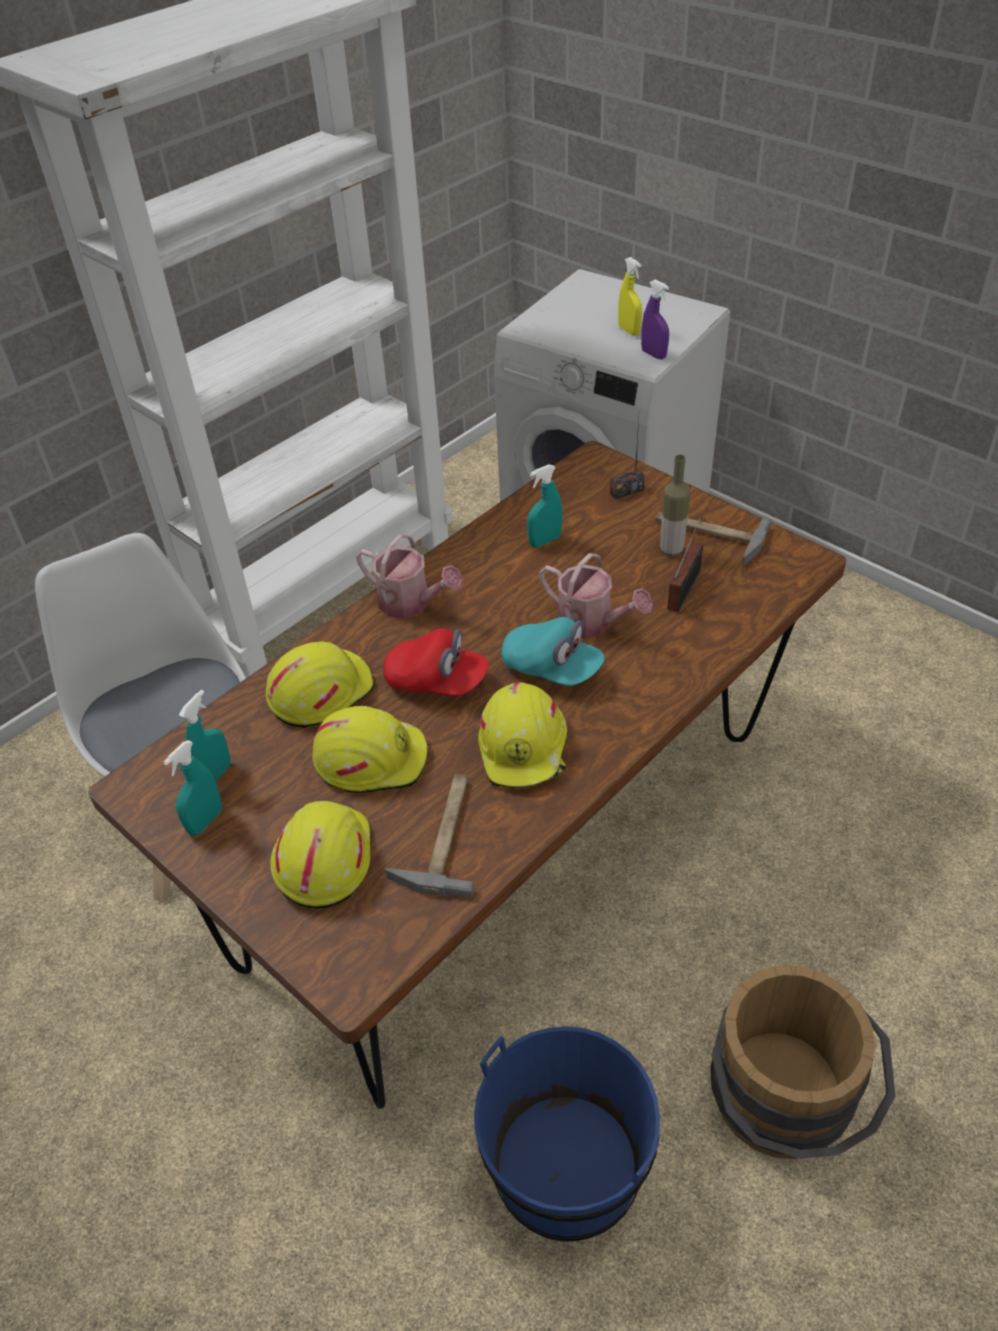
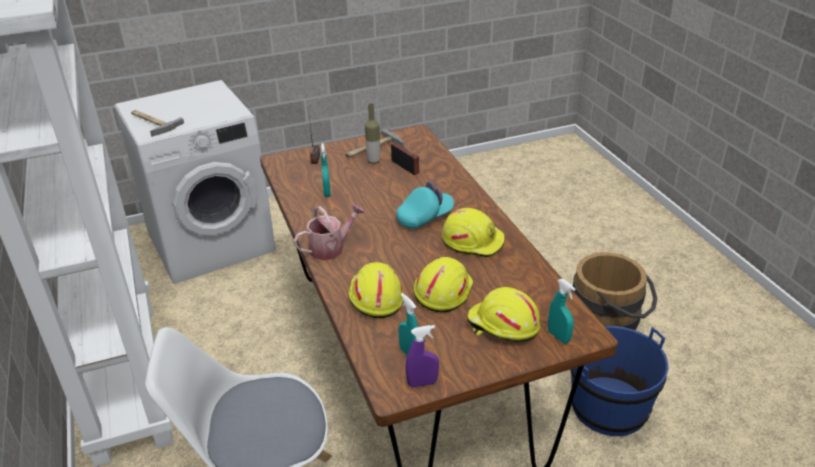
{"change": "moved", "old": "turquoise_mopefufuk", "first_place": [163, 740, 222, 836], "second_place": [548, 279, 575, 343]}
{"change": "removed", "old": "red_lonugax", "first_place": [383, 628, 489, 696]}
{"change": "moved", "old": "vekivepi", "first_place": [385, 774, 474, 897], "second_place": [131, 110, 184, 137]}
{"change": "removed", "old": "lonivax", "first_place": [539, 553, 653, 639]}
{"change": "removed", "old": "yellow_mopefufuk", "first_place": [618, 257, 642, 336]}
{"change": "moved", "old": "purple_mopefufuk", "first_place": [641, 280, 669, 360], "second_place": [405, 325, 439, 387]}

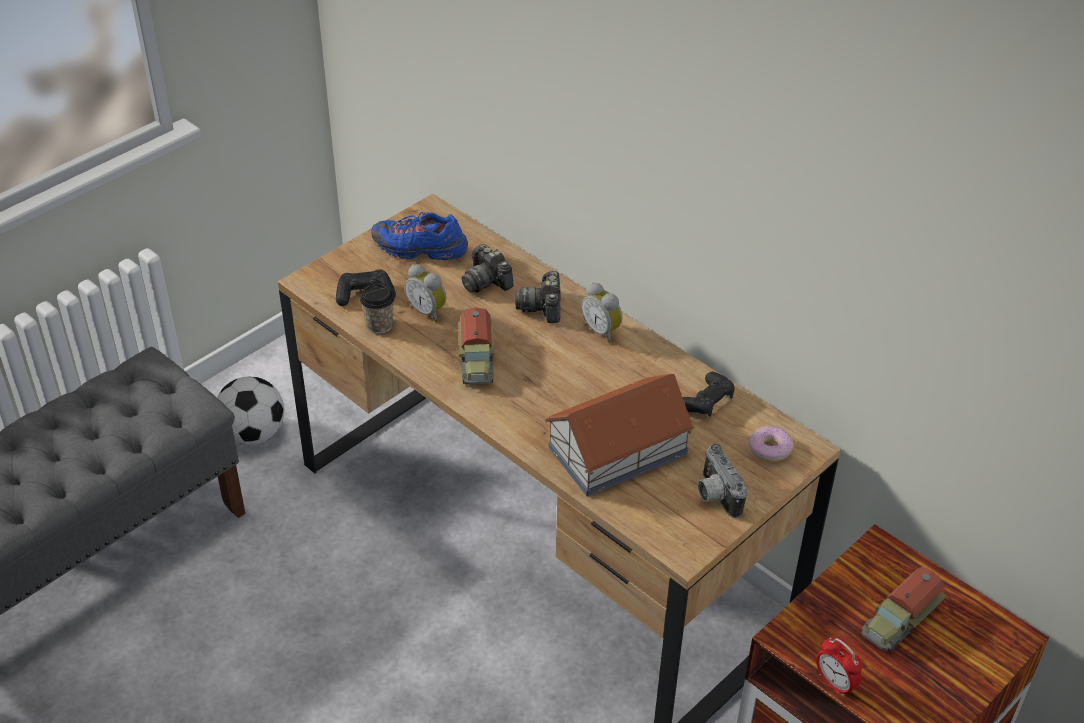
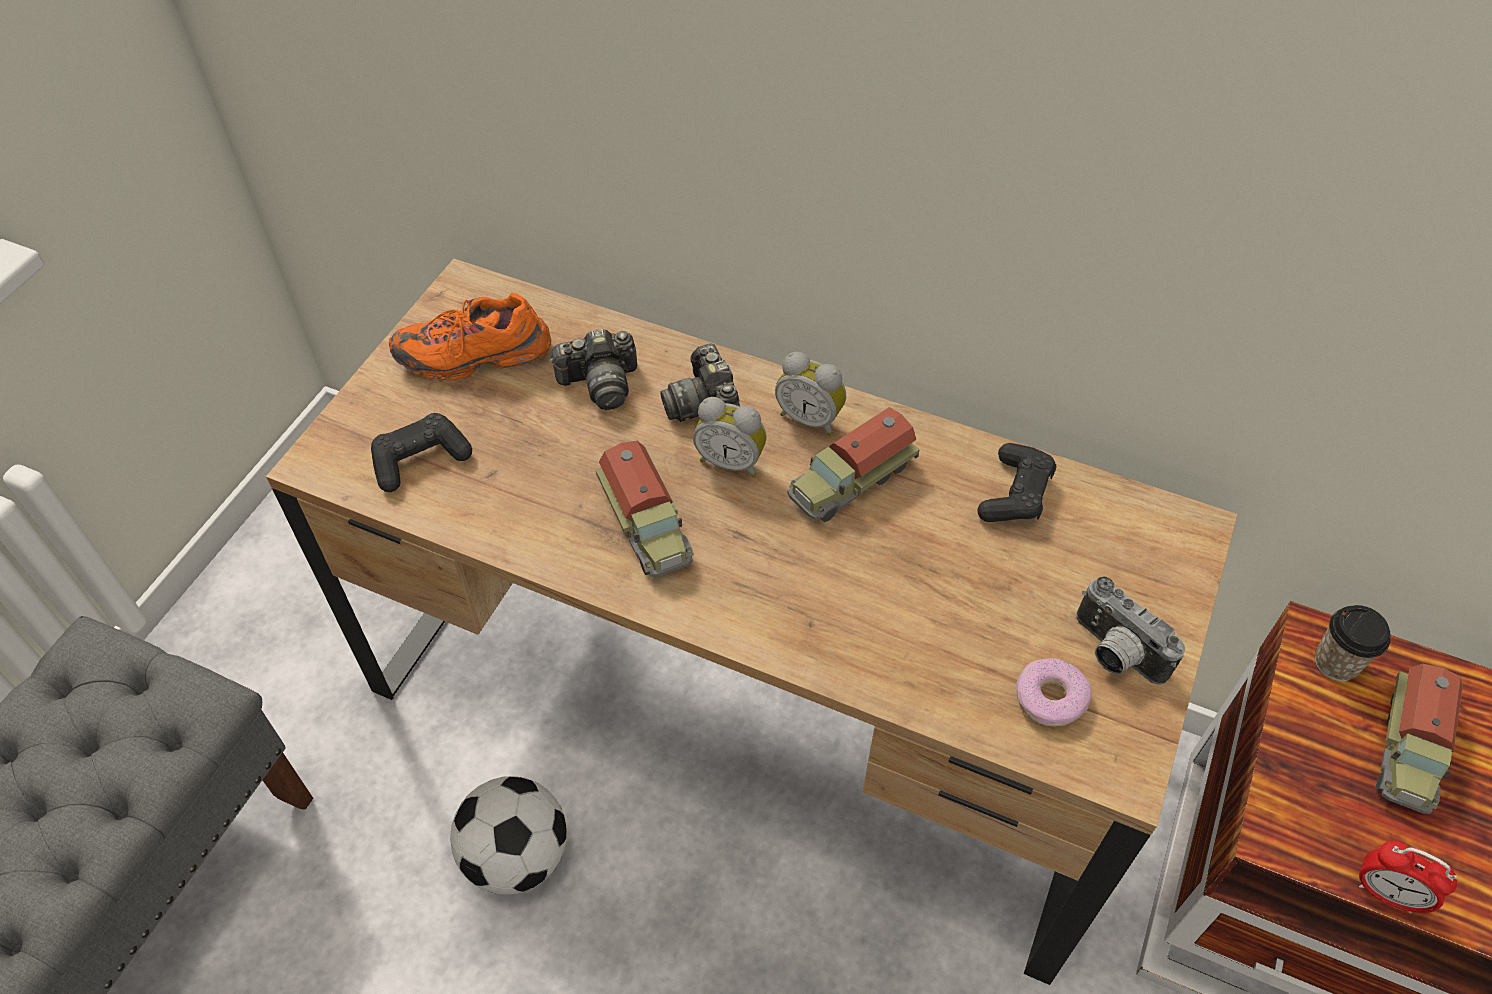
{"change": "moved", "old": "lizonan", "first_place": [217, 376, 284, 445], "second_place": [450, 776, 567, 895]}
{"change": "moved", "old": "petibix", "first_place": [360, 283, 395, 334], "second_place": [1315, 605, 1391, 681]}
{"change": "recoloured", "old": "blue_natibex", "new": "orange_natibex", "first_place": [371, 212, 468, 260], "second_place": [389, 293, 551, 382]}
{"change": "moved", "old": "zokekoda", "first_place": [404, 264, 446, 322], "second_place": [693, 397, 767, 477]}
{"change": "turned", "old": "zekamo", "first_place": [462, 244, 514, 293], "second_place": [550, 329, 637, 410], "degrees": -45}
{"change": "removed", "old": "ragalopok", "first_place": [544, 374, 695, 496]}
{"change": "moved", "old": "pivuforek", "first_place": [749, 426, 794, 462], "second_place": [1016, 658, 1092, 727]}
{"change": "added", "new": "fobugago", "second_place": [787, 407, 919, 522]}

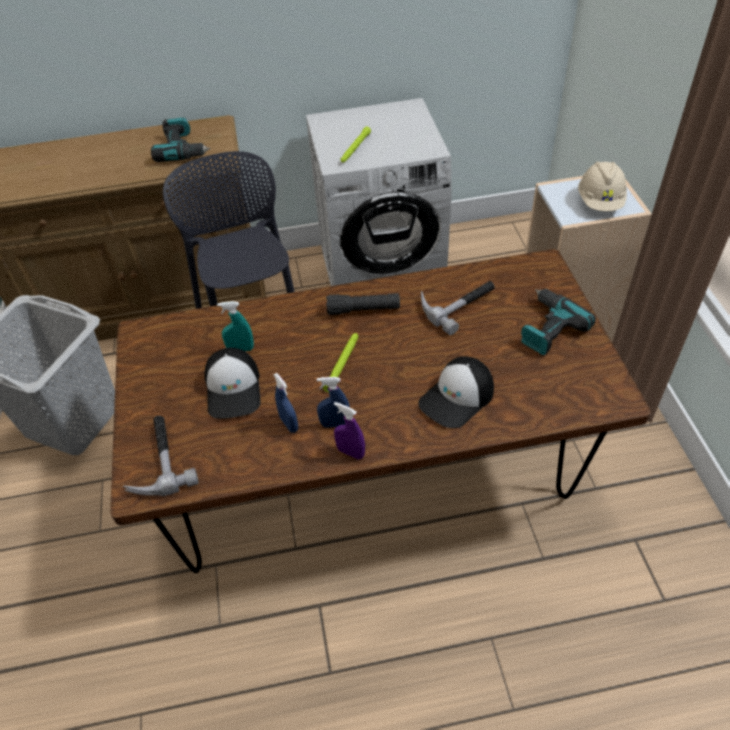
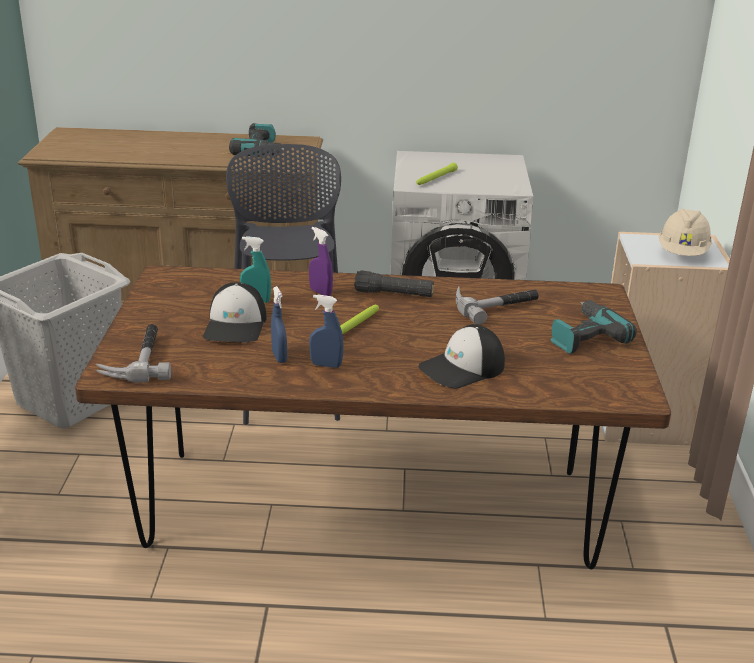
{"change": "moved", "old": "purple_mopefufuk", "first_place": [334, 402, 365, 460], "second_place": [309, 227, 333, 296]}

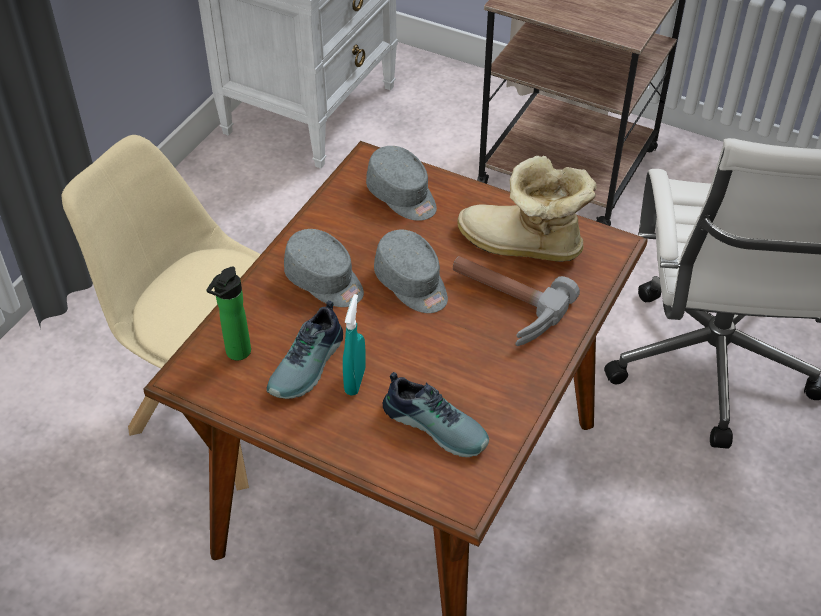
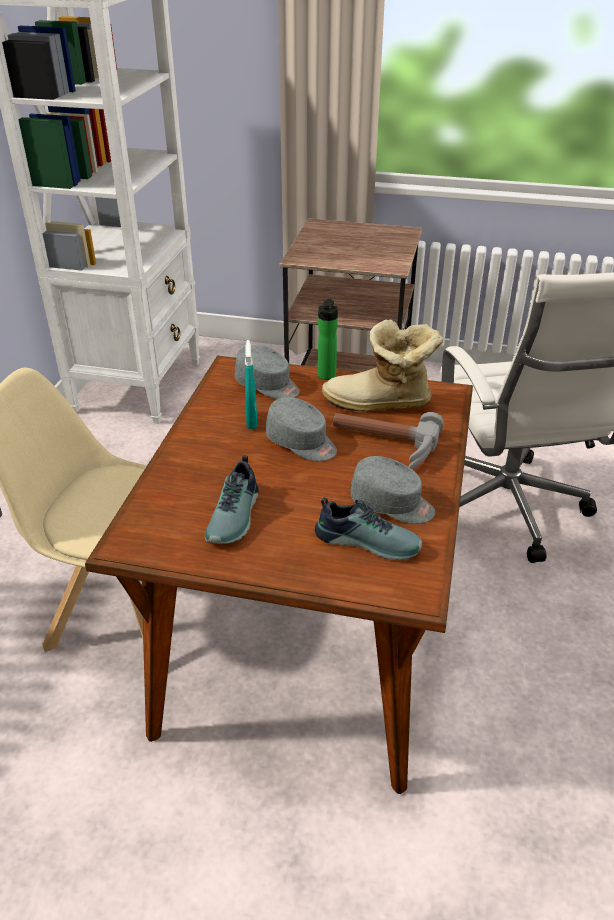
{"change": "moved", "old": "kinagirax", "first_place": [207, 266, 251, 361], "second_place": [318, 299, 338, 380]}
{"change": "moved", "old": "grey_lonugax", "first_place": [284, 229, 364, 307], "second_place": [350, 456, 435, 524]}
{"change": "moved", "old": "turquoise_mopefufuk", "first_place": [343, 294, 366, 396], "second_place": [245, 340, 257, 429]}

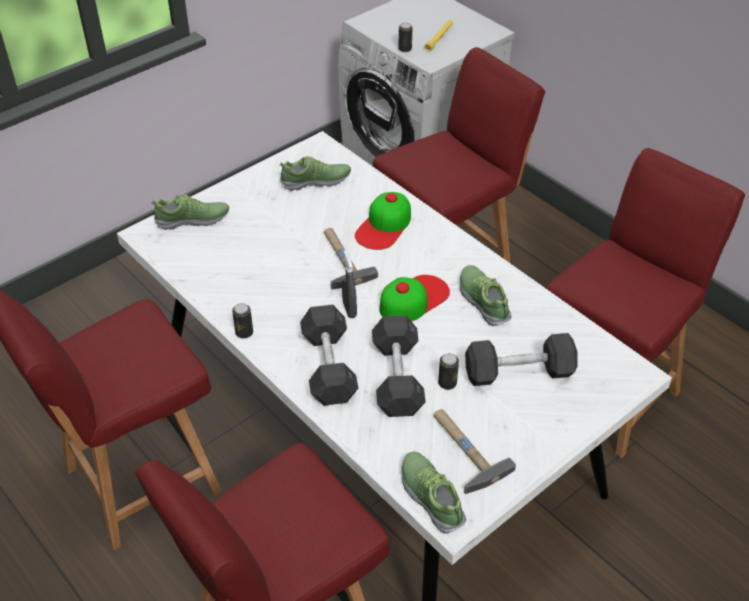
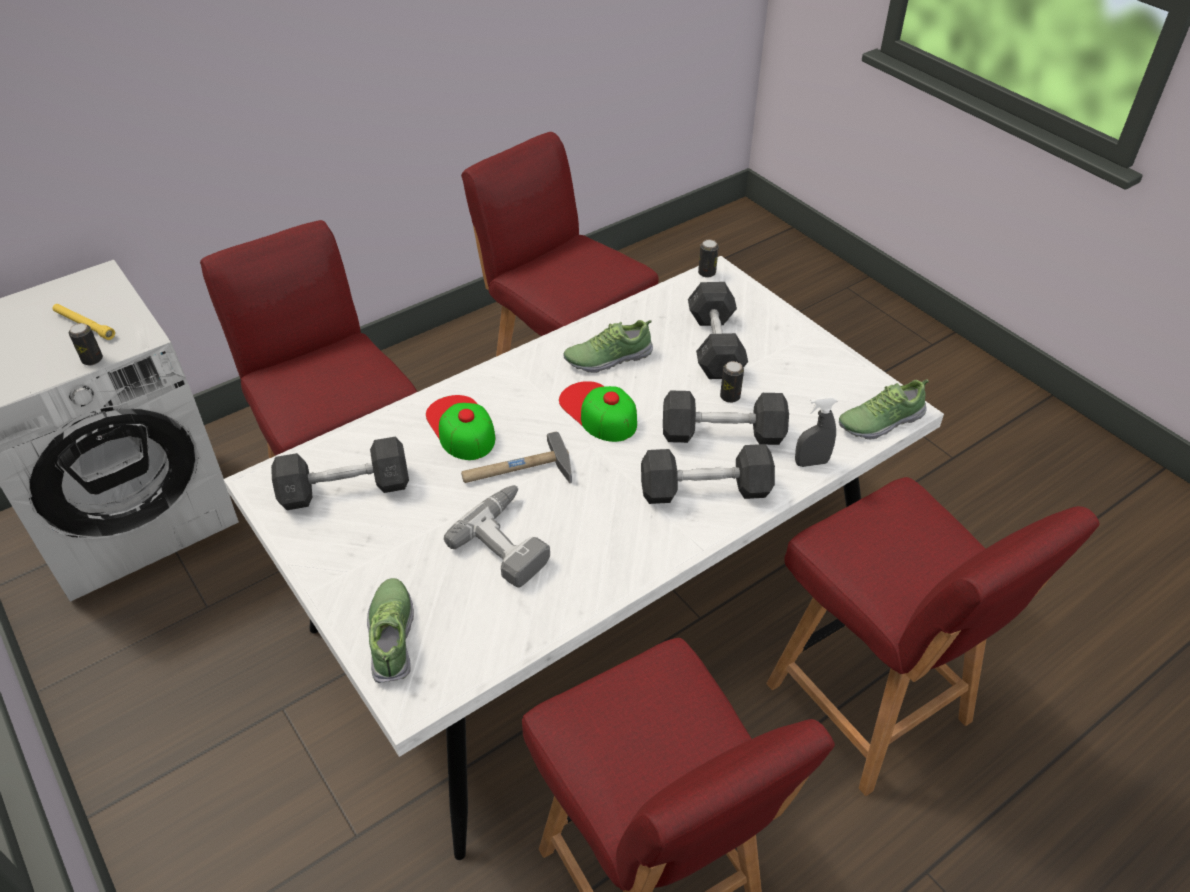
{"change": "moved", "old": "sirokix", "first_place": [232, 303, 253, 339], "second_place": [698, 240, 719, 278]}
{"change": "replaced", "old": "natibex", "new": "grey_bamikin", "first_place": [280, 156, 351, 191], "second_place": [271, 437, 409, 510]}
{"change": "moved", "old": "grey_mopefufuk", "first_place": [342, 250, 357, 318], "second_place": [795, 396, 838, 467]}
{"change": "turned", "old": "lonugax", "first_place": [355, 192, 411, 250], "second_place": [426, 395, 496, 460], "degrees": -150}
{"change": "removed", "old": "vekivepi", "first_place": [434, 409, 516, 494]}
{"change": "added", "new": "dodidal", "second_place": [444, 485, 550, 588]}

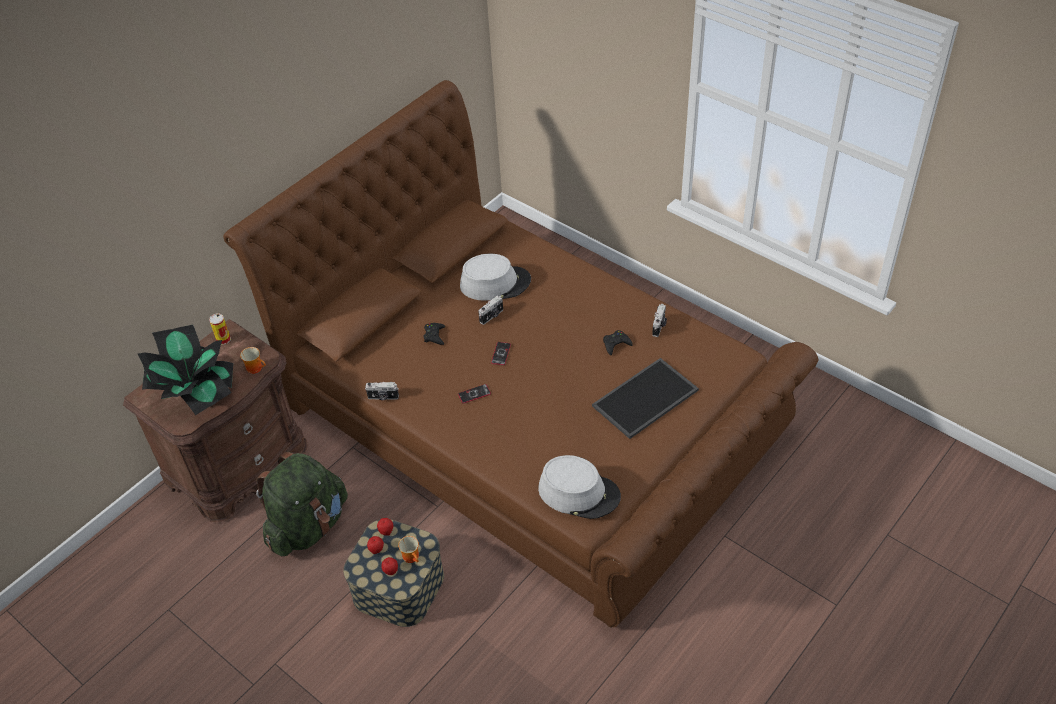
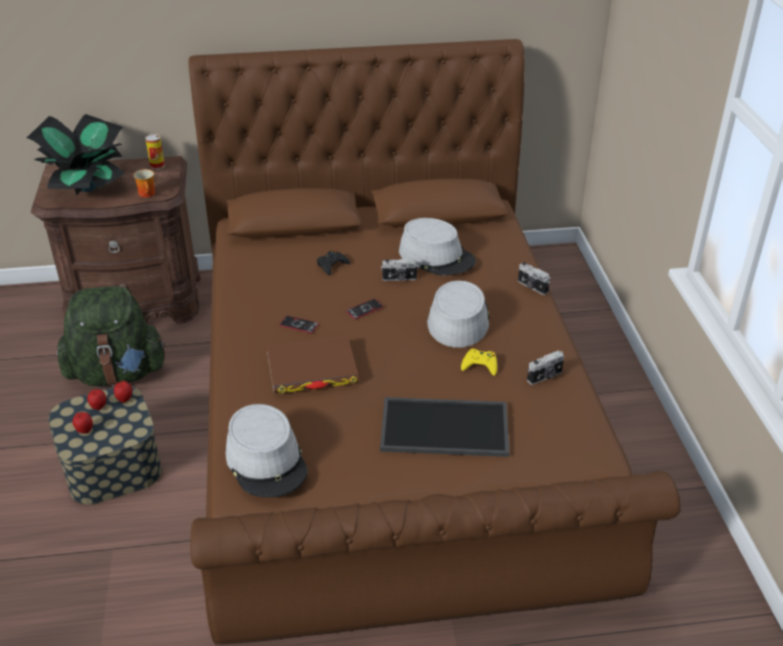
{"change": "moved", "old": "zekamo", "first_place": [365, 382, 399, 400], "second_place": [518, 262, 550, 295]}
{"change": "removed", "old": "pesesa", "first_place": [398, 536, 419, 563]}
{"change": "recoloured", "old": "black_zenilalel", "new": "yellow_zenilalel", "first_place": [603, 330, 633, 355], "second_place": [461, 349, 497, 376]}
{"change": "added", "new": "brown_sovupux", "second_place": [266, 335, 359, 393]}
{"change": "added", "new": "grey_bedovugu", "second_place": [427, 281, 489, 348]}

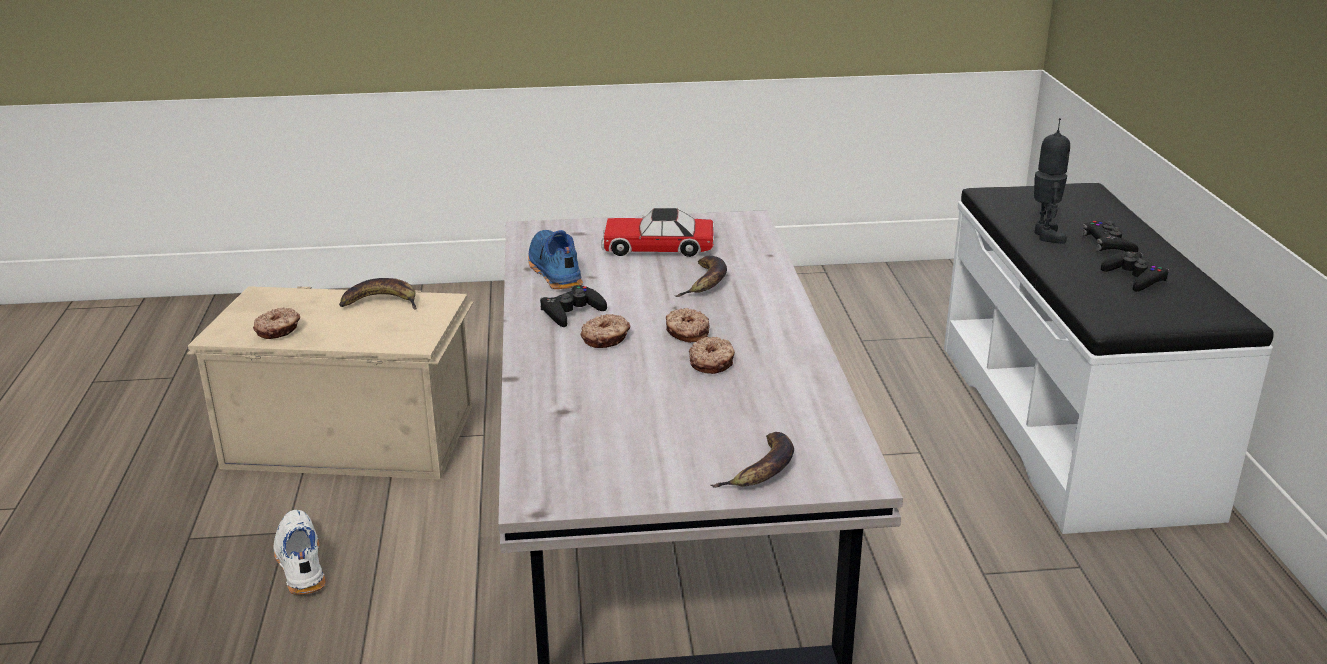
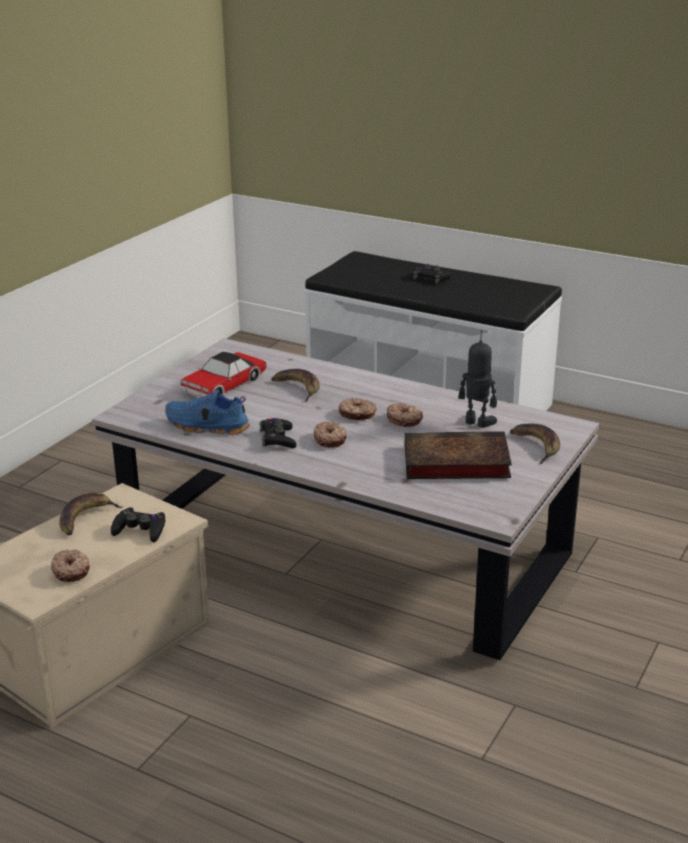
{"change": "removed", "old": "white_natibex", "first_place": [273, 510, 326, 595]}
{"change": "moved", "old": "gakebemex", "first_place": [1034, 118, 1070, 244], "second_place": [459, 330, 497, 428]}
{"change": "moved", "old": "black_zenilalel", "first_place": [1101, 251, 1170, 292], "second_place": [111, 507, 165, 542]}
{"change": "added", "new": "sovupux", "second_place": [405, 431, 512, 479]}

